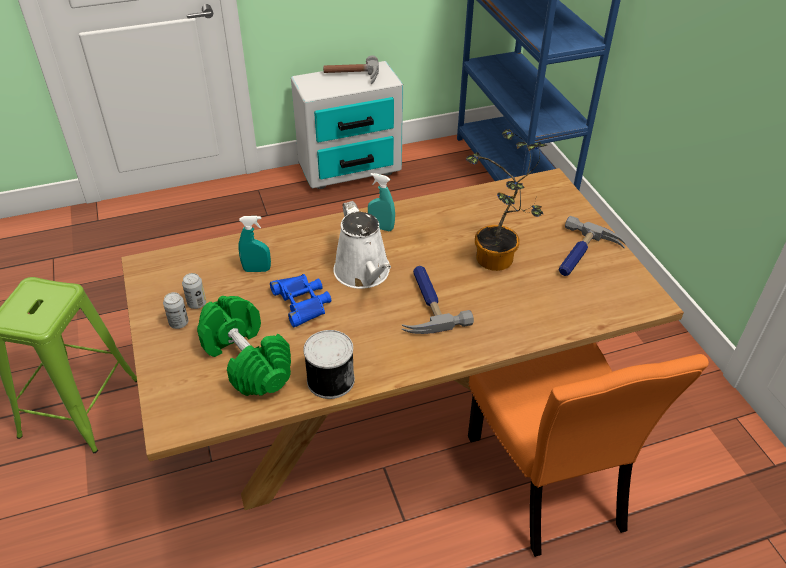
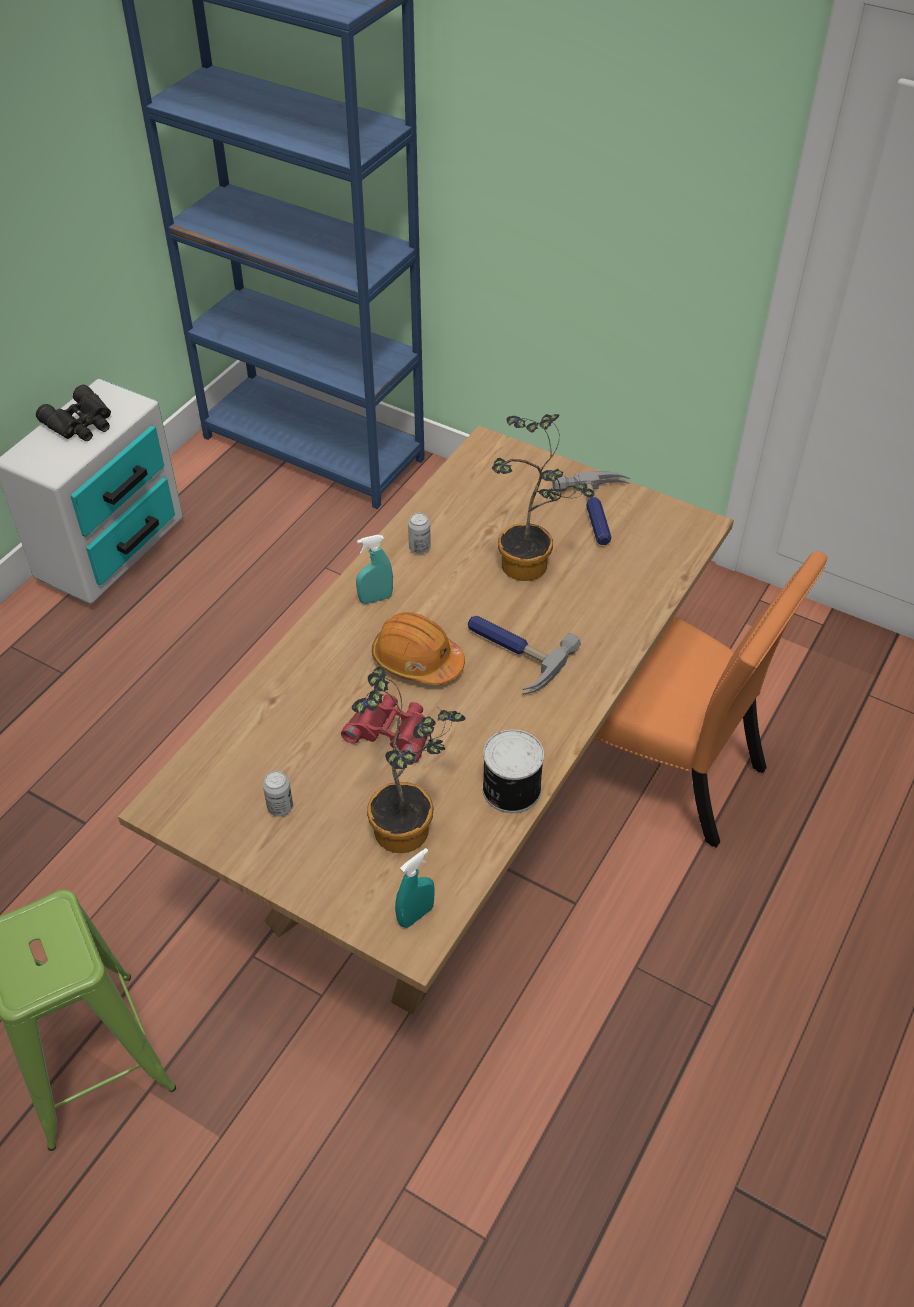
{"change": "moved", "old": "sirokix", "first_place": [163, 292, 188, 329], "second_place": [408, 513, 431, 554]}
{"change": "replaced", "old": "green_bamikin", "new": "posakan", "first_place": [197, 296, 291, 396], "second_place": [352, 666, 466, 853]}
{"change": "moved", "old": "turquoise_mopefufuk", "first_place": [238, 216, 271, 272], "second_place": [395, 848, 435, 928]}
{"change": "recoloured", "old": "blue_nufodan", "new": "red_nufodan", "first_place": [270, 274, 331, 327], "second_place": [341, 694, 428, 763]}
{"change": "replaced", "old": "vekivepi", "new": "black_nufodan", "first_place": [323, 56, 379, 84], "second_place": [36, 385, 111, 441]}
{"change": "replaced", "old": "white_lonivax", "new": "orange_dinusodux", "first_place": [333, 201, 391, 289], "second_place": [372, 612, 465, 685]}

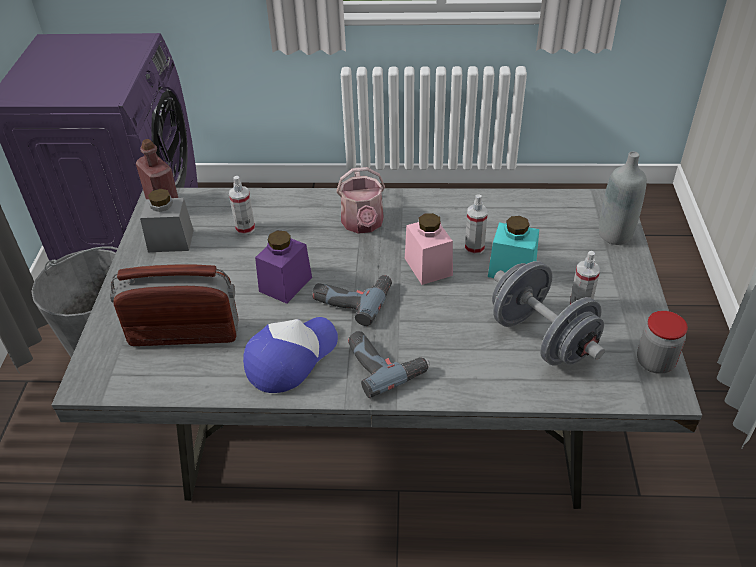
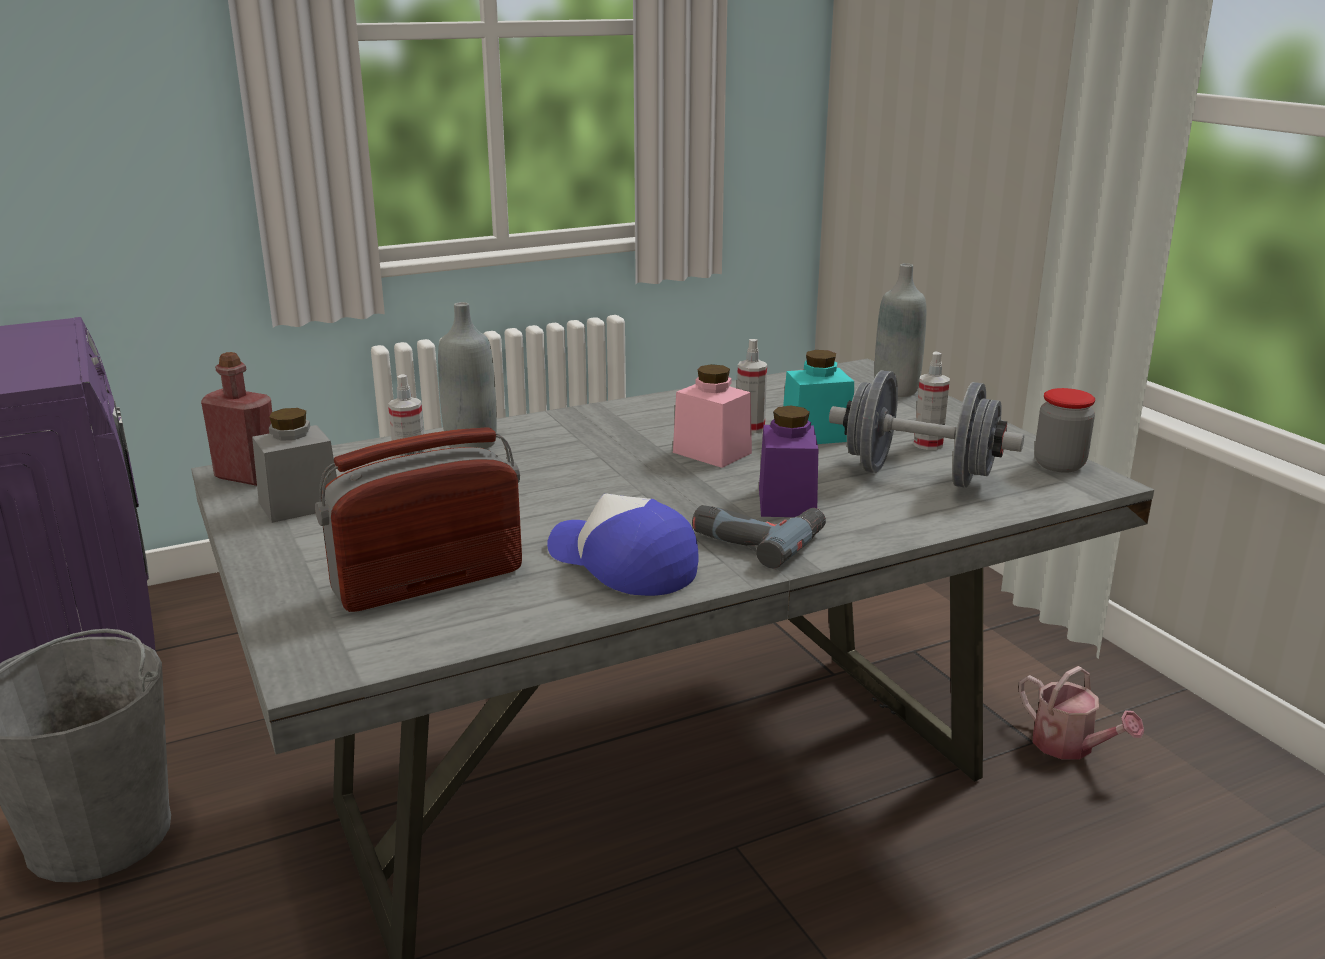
{"change": "turned", "old": "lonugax", "first_place": [243, 317, 338, 393], "second_place": [547, 494, 698, 596], "degrees": -60}
{"change": "moved", "old": "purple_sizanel", "first_place": [255, 231, 312, 304], "second_place": [759, 406, 818, 517]}
{"change": "removed", "old": "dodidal", "first_place": [312, 275, 392, 326]}
{"change": "moved", "old": "lonivax", "first_place": [337, 167, 385, 234], "second_place": [1019, 666, 1144, 759]}
{"change": "added", "new": "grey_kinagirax", "second_place": [438, 302, 497, 449]}

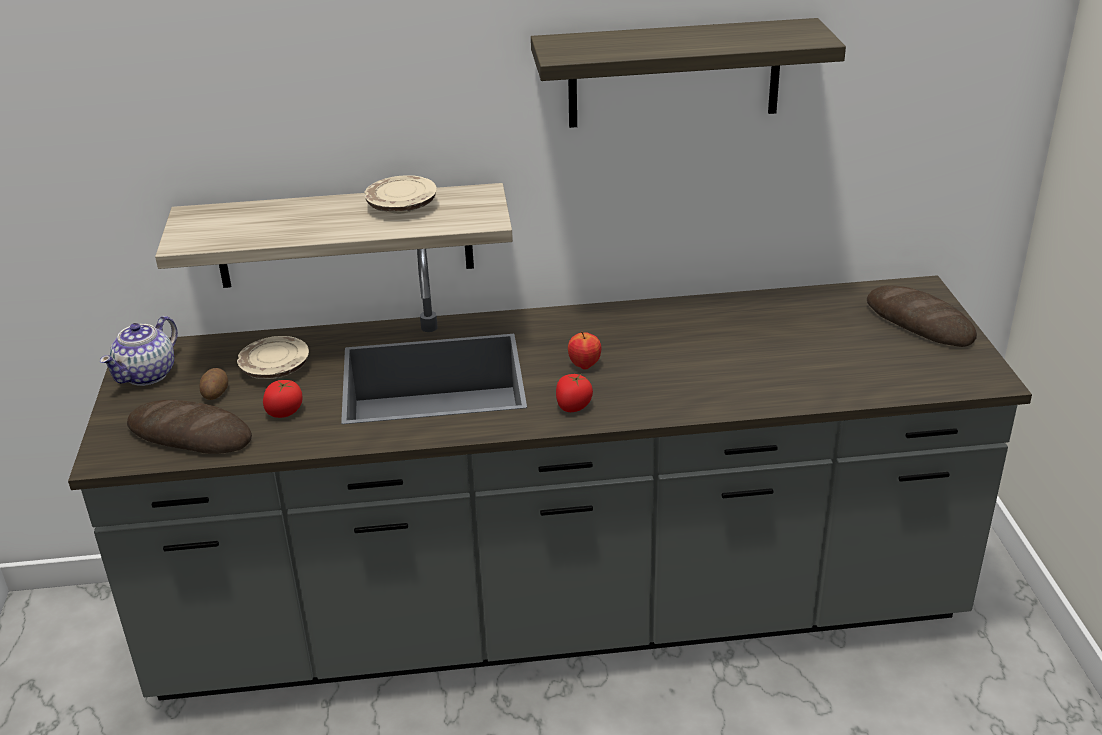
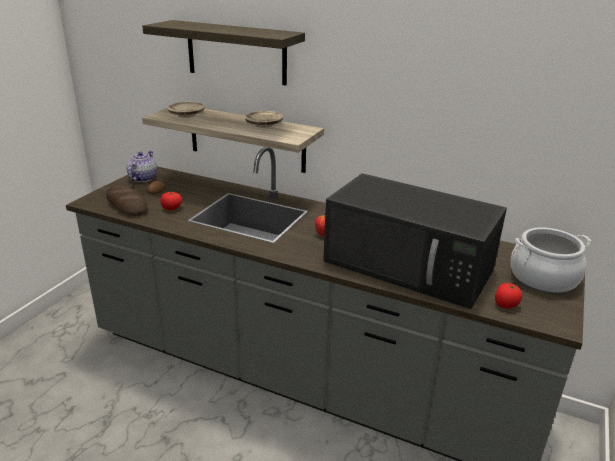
{"change": "turned", "old": "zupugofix", "first_place": [100, 316, 178, 386], "second_place": [126, 151, 157, 182], "degrees": 135}
{"change": "moved", "old": "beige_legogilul", "first_place": [237, 336, 309, 379], "second_place": [167, 102, 205, 118]}
{"change": "moved", "old": "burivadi", "first_place": [531, 18, 846, 128], "second_place": [142, 20, 305, 86]}
{"change": "moved", "old": "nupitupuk", "first_place": [556, 374, 593, 412], "second_place": [495, 283, 522, 308]}
{"change": "replaced", "old": "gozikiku", "new": "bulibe", "first_place": [867, 285, 977, 347], "second_place": [511, 228, 592, 293]}
{"change": "added", "new": "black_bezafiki", "second_place": [323, 173, 507, 309]}

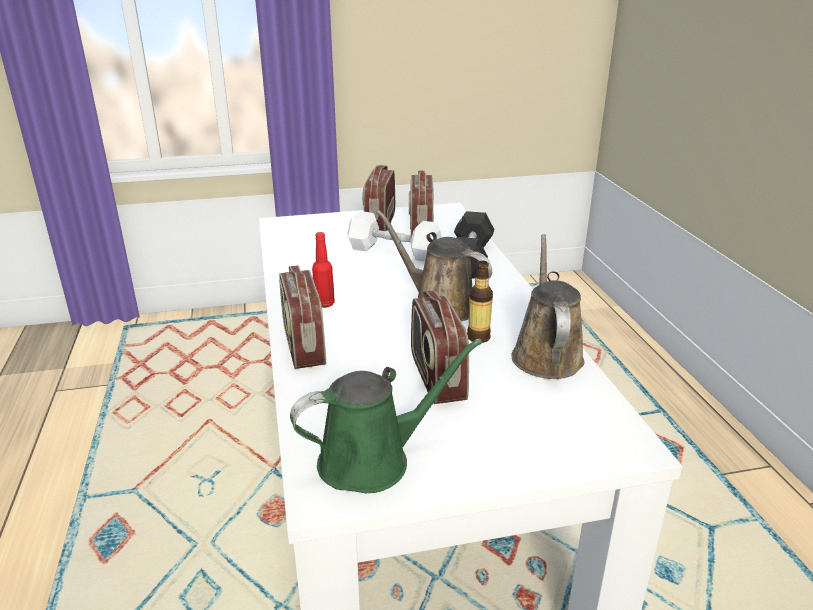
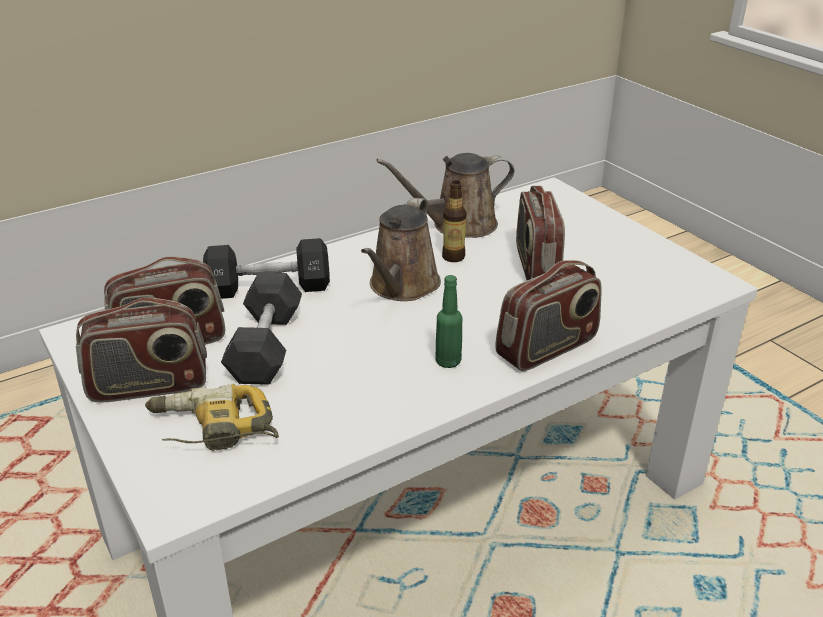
{"change": "removed", "old": "green_lonivax", "first_place": [290, 338, 482, 493]}
{"change": "recoloured", "old": "red_kinagirax", "new": "green_kinagirax", "first_place": [312, 232, 335, 308], "second_place": [435, 275, 463, 368]}
{"change": "recoloured", "old": "white_bamikin", "new": "black_bamikin", "first_place": [347, 211, 442, 262], "second_place": [221, 272, 302, 385]}
{"change": "turned", "old": "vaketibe", "first_place": [411, 291, 469, 404], "second_place": [516, 186, 565, 280], "degrees": 120}
{"change": "added", "new": "dodidal", "second_place": [145, 384, 279, 451]}

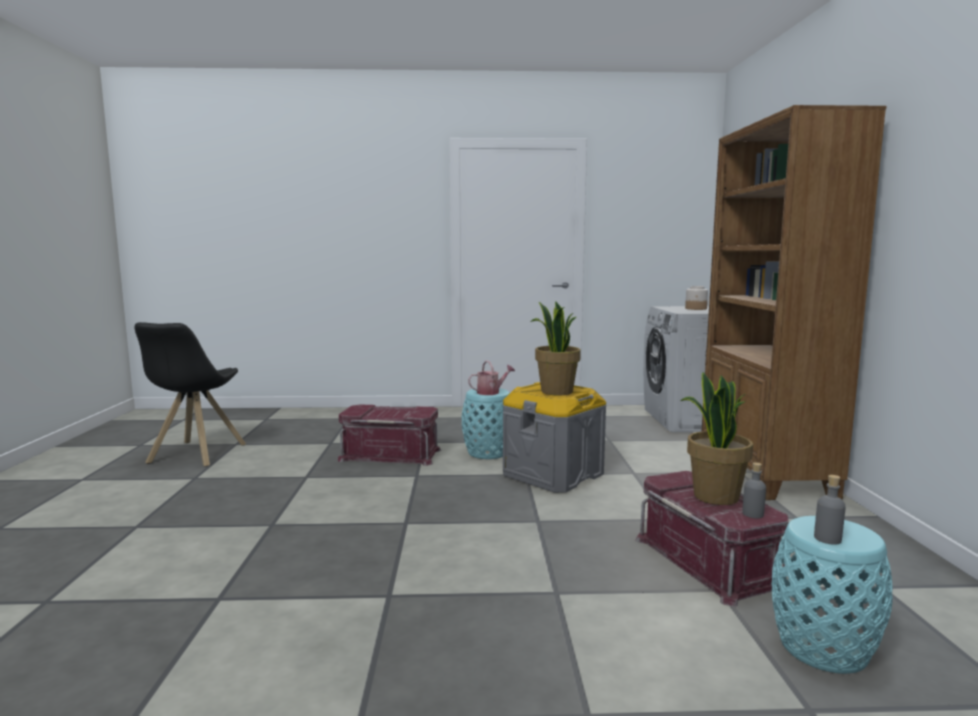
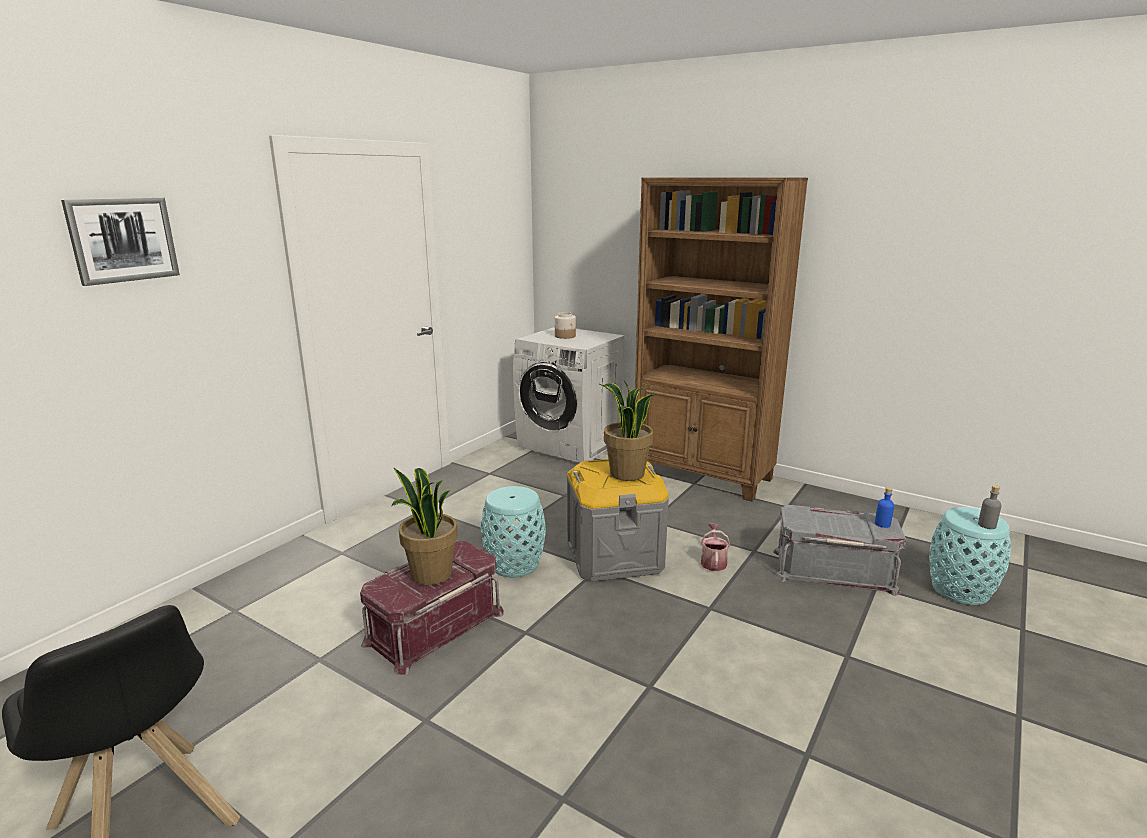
{"change": "moved", "old": "lonivax", "first_place": [468, 360, 515, 395], "second_place": [701, 524, 730, 571]}
{"change": "recoloured", "old": "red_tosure", "new": "grey_tosure", "first_place": [635, 471, 789, 607], "second_place": [773, 505, 906, 596]}
{"change": "moved", "old": "posakan", "first_place": [680, 372, 753, 505], "second_place": [391, 468, 458, 585]}
{"change": "recoloured", "old": "grey_kinagirax", "new": "blue_kinagirax", "first_place": [742, 462, 766, 518], "second_place": [875, 487, 894, 528]}
{"change": "added", "new": "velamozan", "second_place": [61, 197, 180, 286]}

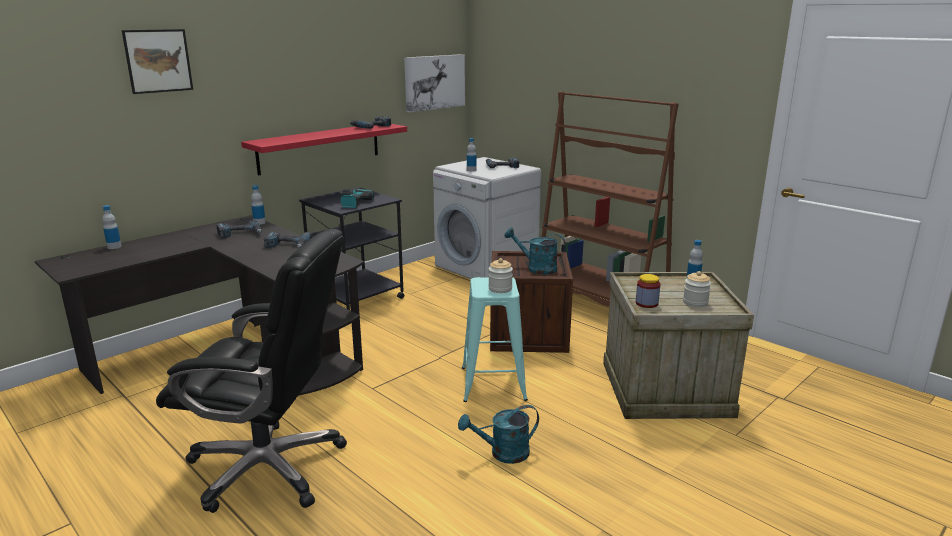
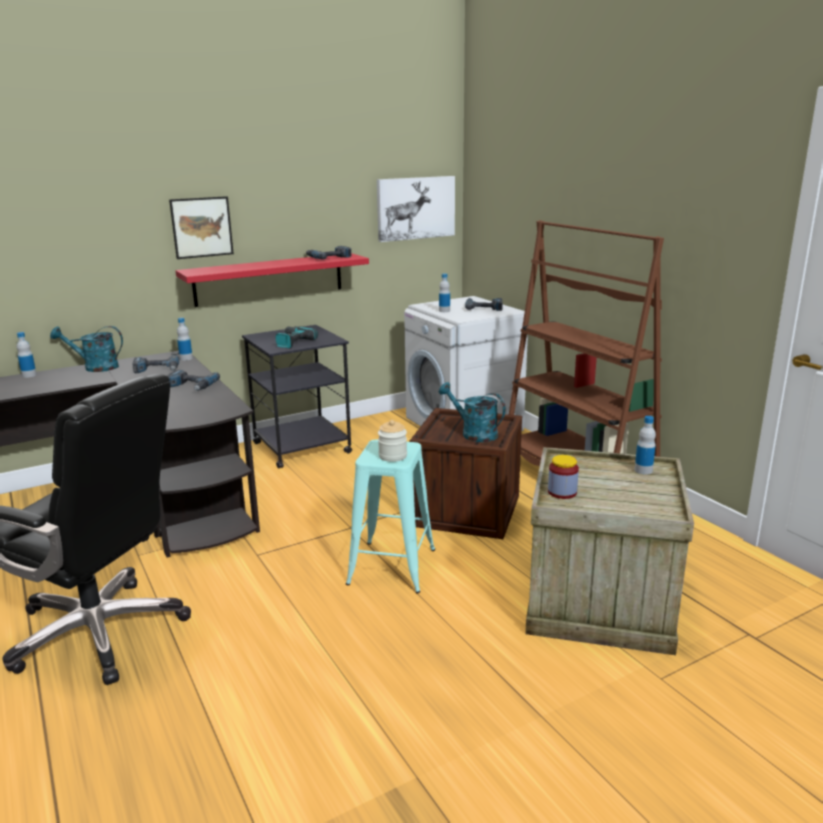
{"change": "moved", "old": "velamozan", "first_place": [122, 29, 193, 94], "second_place": [169, 196, 234, 259]}
{"change": "moved", "old": "turquoise_lonivax", "first_place": [458, 405, 539, 464], "second_place": [50, 326, 123, 372]}
{"change": "removed", "old": "sizanel", "first_place": [683, 271, 711, 307]}

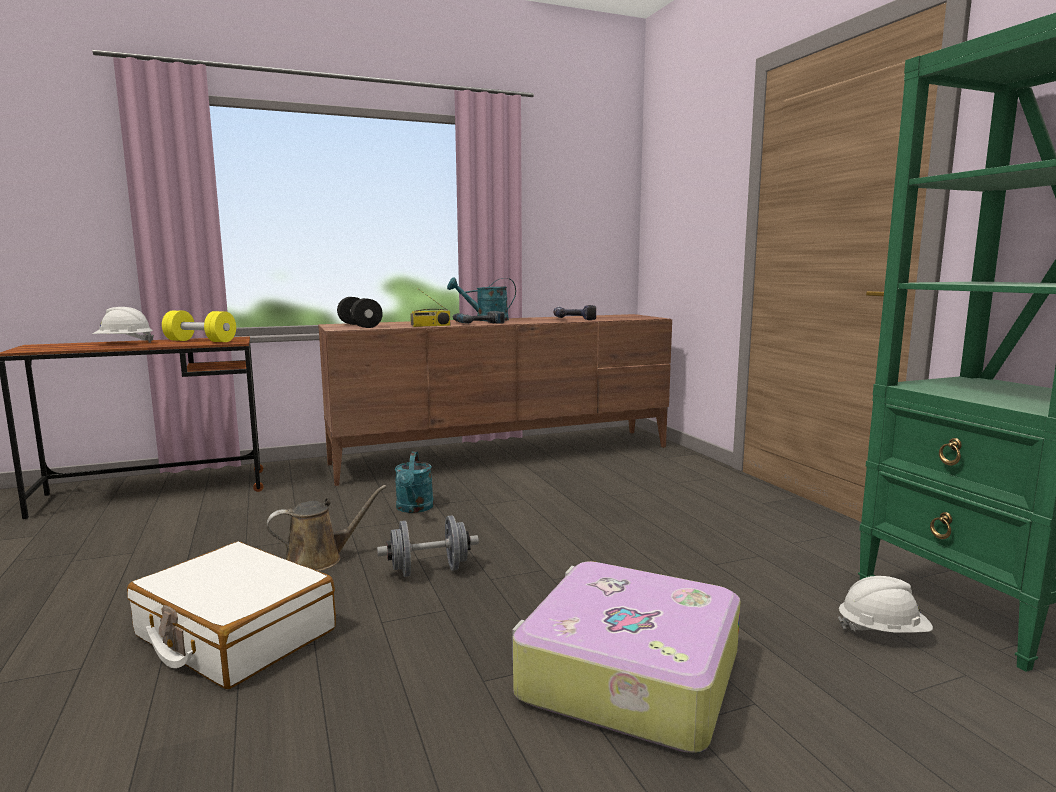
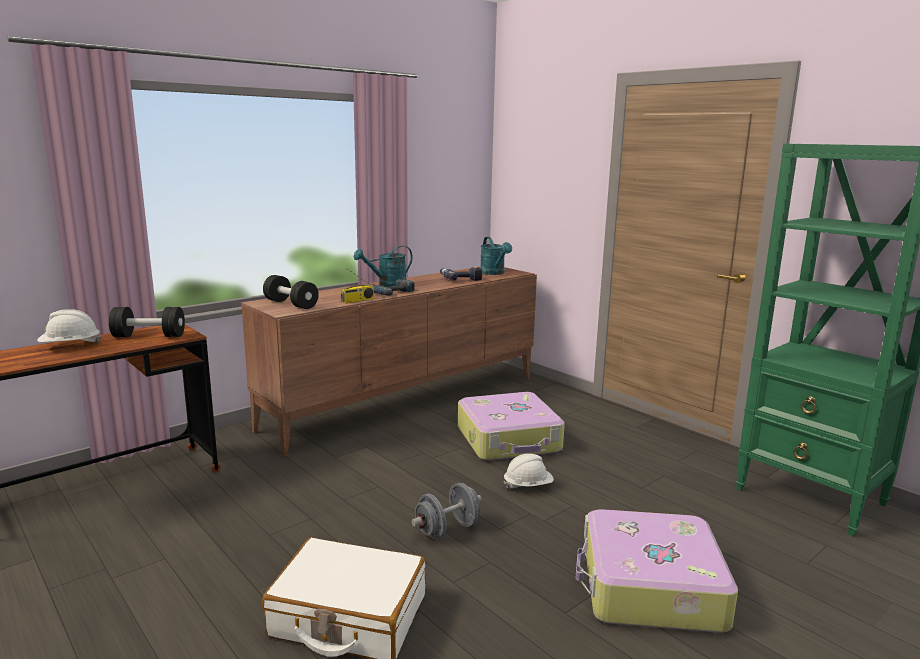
{"change": "recoloured", "old": "yellow_bamikin", "new": "black_bamikin", "first_place": [162, 311, 236, 342], "second_place": [109, 307, 185, 337]}
{"change": "removed", "old": "brown_lonivax", "first_place": [267, 485, 386, 571]}
{"change": "moved", "old": "turquoise_lonivax", "first_place": [394, 451, 434, 513], "second_place": [480, 237, 512, 275]}
{"change": "moved", "old": "white_dinusodux", "first_place": [838, 576, 933, 633], "second_place": [503, 454, 554, 489]}
{"change": "added", "new": "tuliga", "second_place": [458, 392, 565, 461]}

